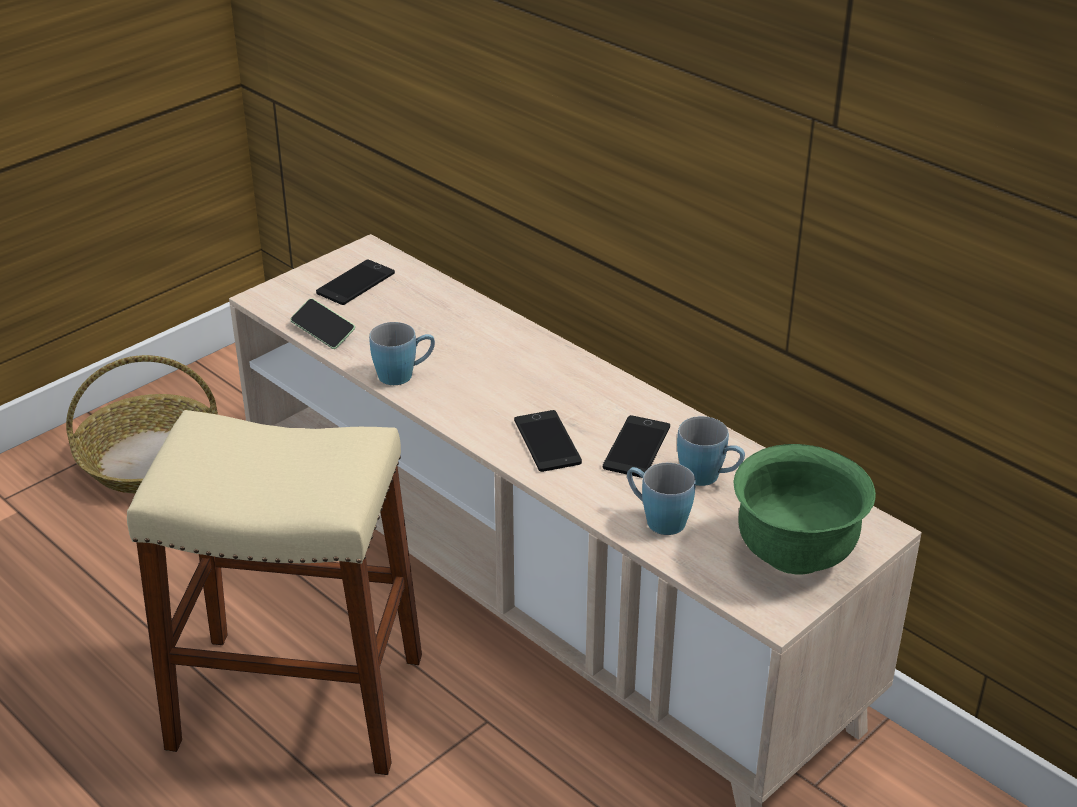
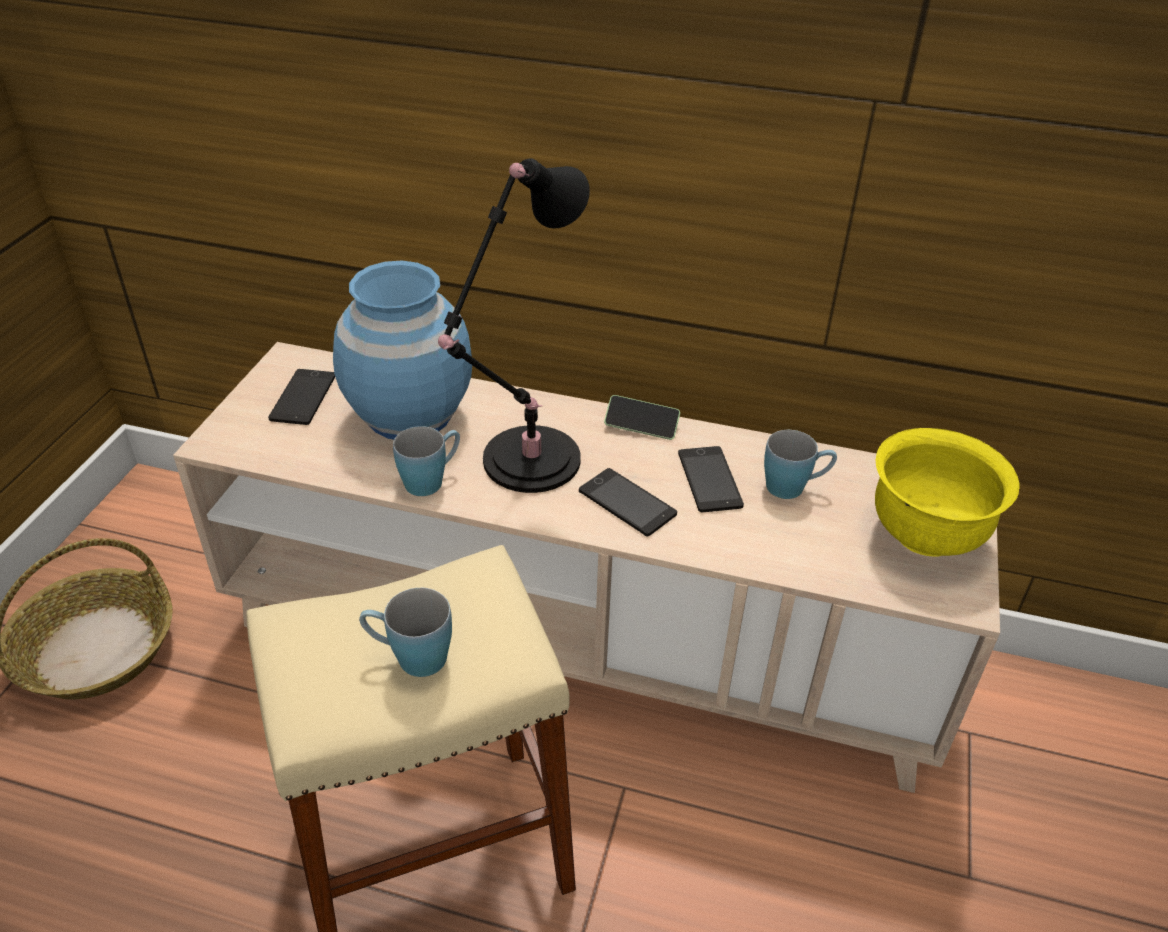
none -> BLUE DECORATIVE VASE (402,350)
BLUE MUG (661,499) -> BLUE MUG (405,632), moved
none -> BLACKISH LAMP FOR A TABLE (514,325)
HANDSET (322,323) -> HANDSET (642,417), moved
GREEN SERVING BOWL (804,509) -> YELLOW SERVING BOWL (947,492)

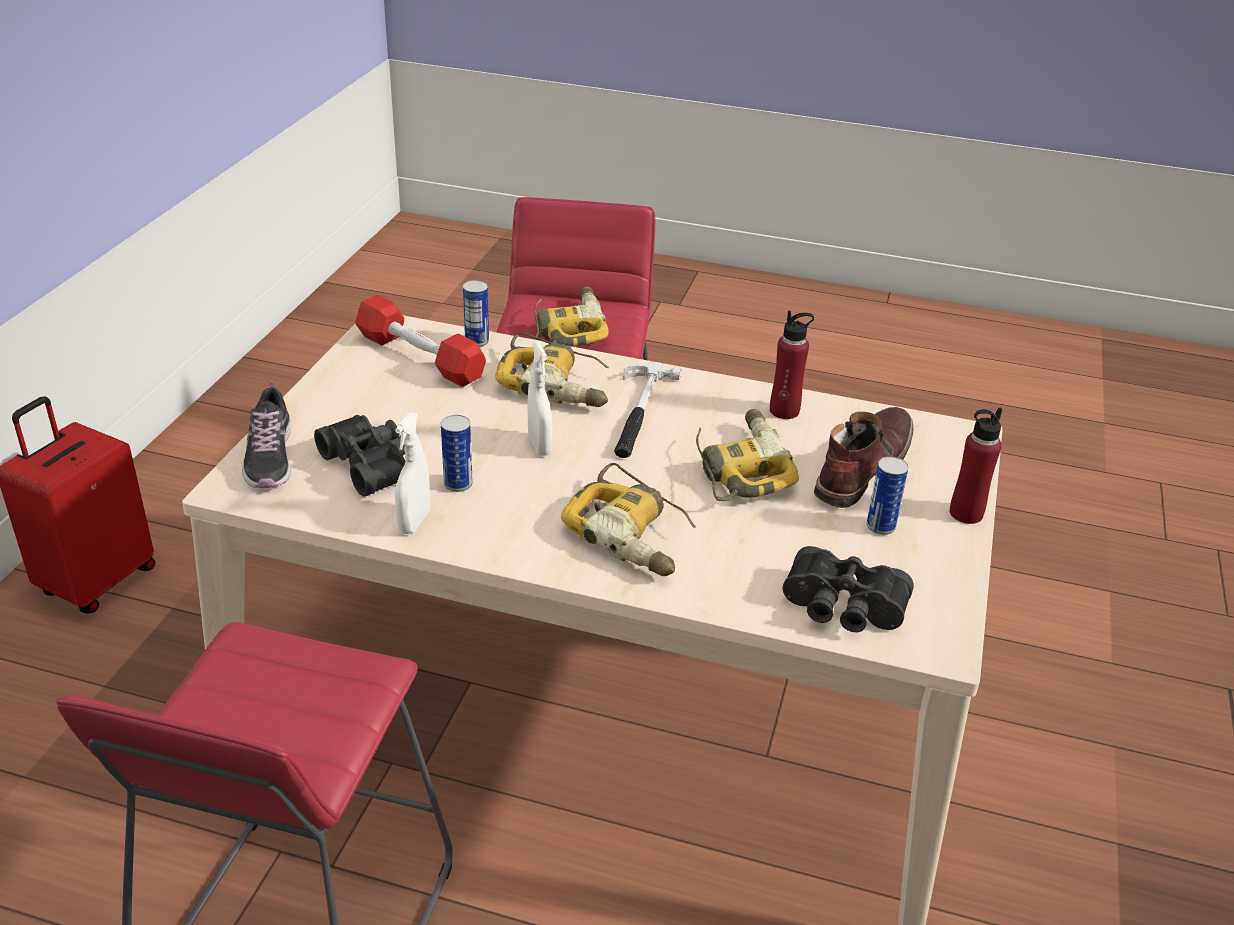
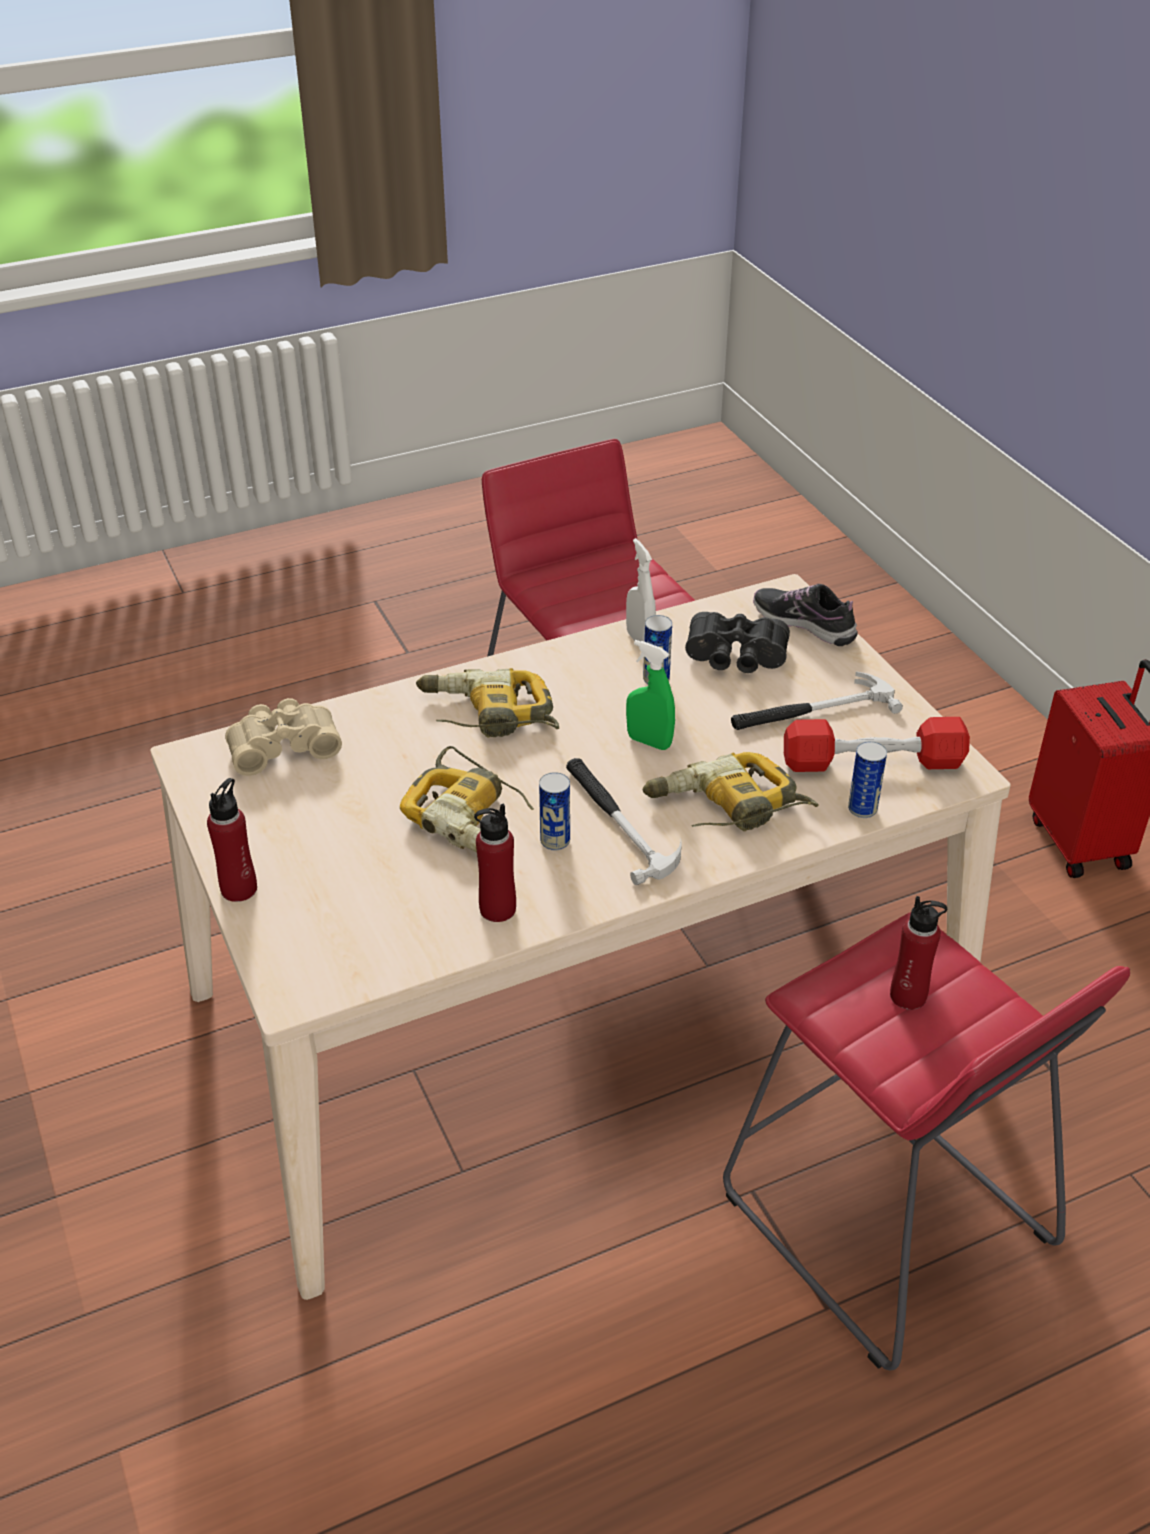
BLACKISH BINOCULARS (848,589) -> SAND-COLOURED BINOCULARS (283,737)
METAL CAN (887,495) -> METAL CAN (554,811), moved
WHITE-COLOURED HAND SPRAYER (540,399) -> GREEN HAND SPRAYER (650,695)
none -> HAND HAMMER (817,701)
DRILL (571,316) -> REDDISH BEVERAGE BOTTLE (918,953)
BROWN-COLOURED TALL BOOT (863,457) -> none

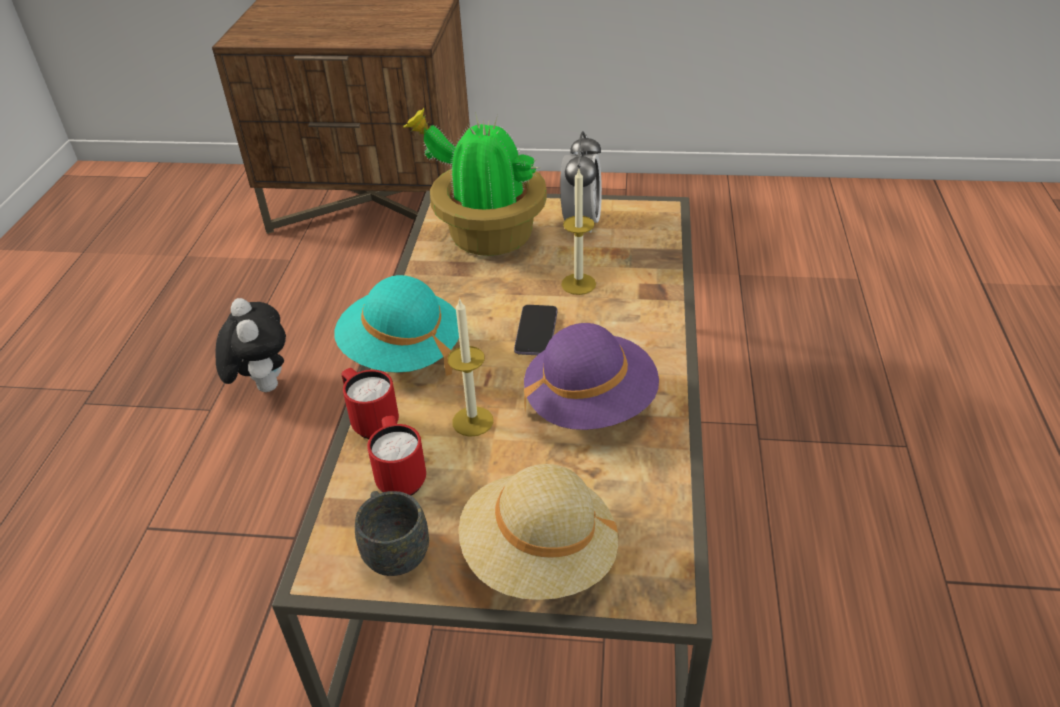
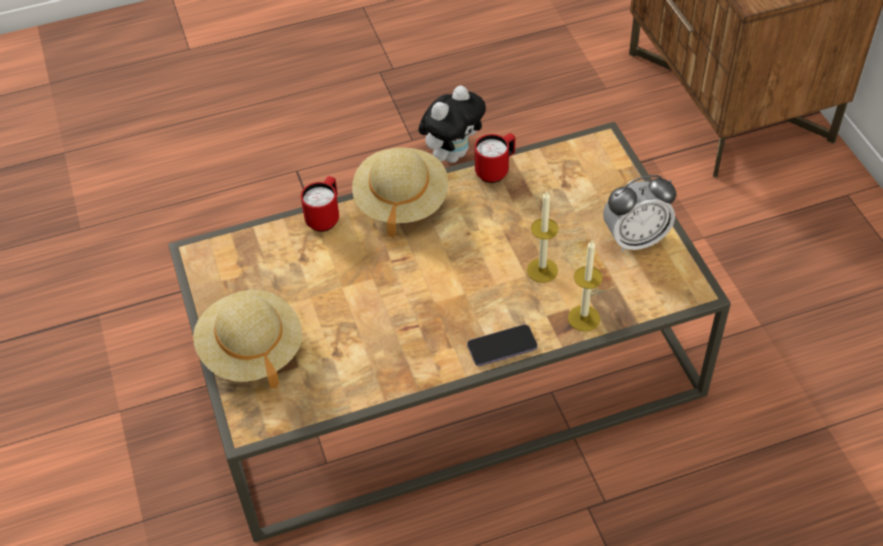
TURQUOISE WEARABLE HAT (396,325) -> SAND-COLOURED WEARABLE HAT (400,192)
HANDSET (535,330) -> HANDSET (502,345), moved
REDDISH MUG (396,456) -> REDDISH MUG (495,158), moved
WAX LIGHT (470,367) -> WAX LIGHT (585,286), moved
GREY MUG (392,533) -> none
HOUSEPLANT (475,182) -> none
PURPLISH WEARABLE HAT (591,376) -> none

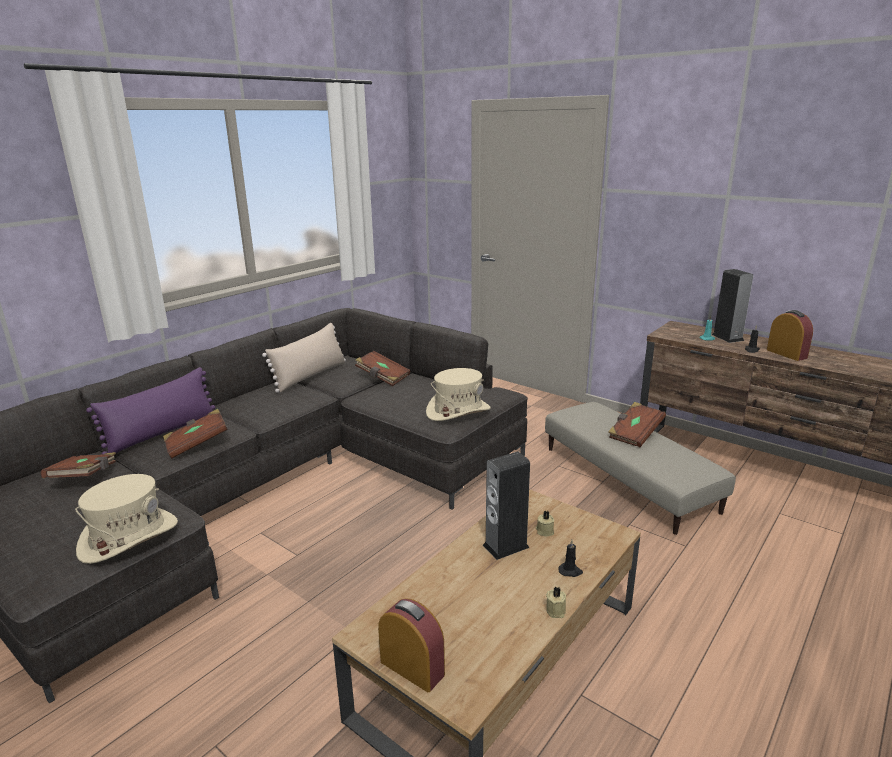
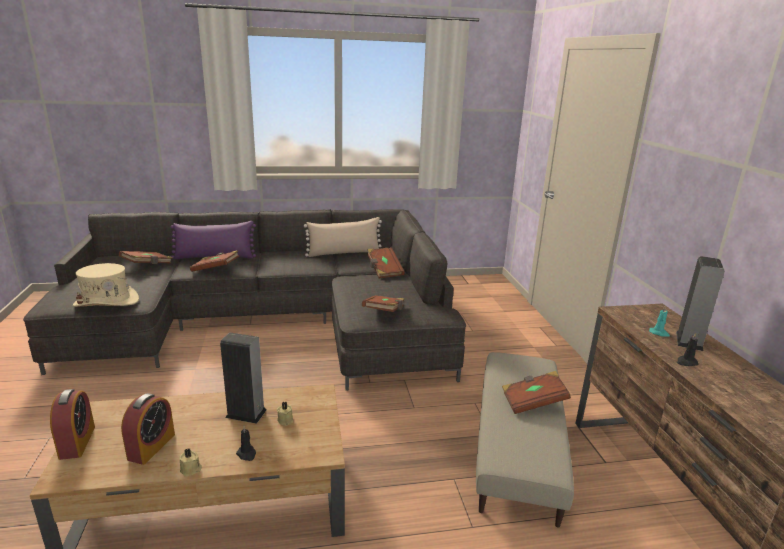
ALARM CLOCK (790,335) -> ALARM CLOCK (148,429), moved
SAND-COLOURED WEARABLE HAT (458,394) -> BROWN-COLOURED BOUND BOOK (383,303)

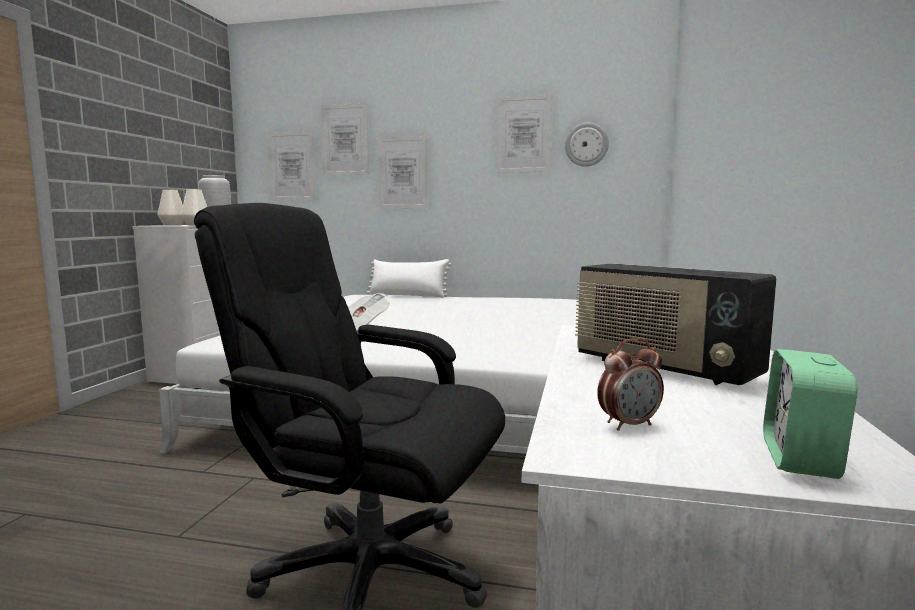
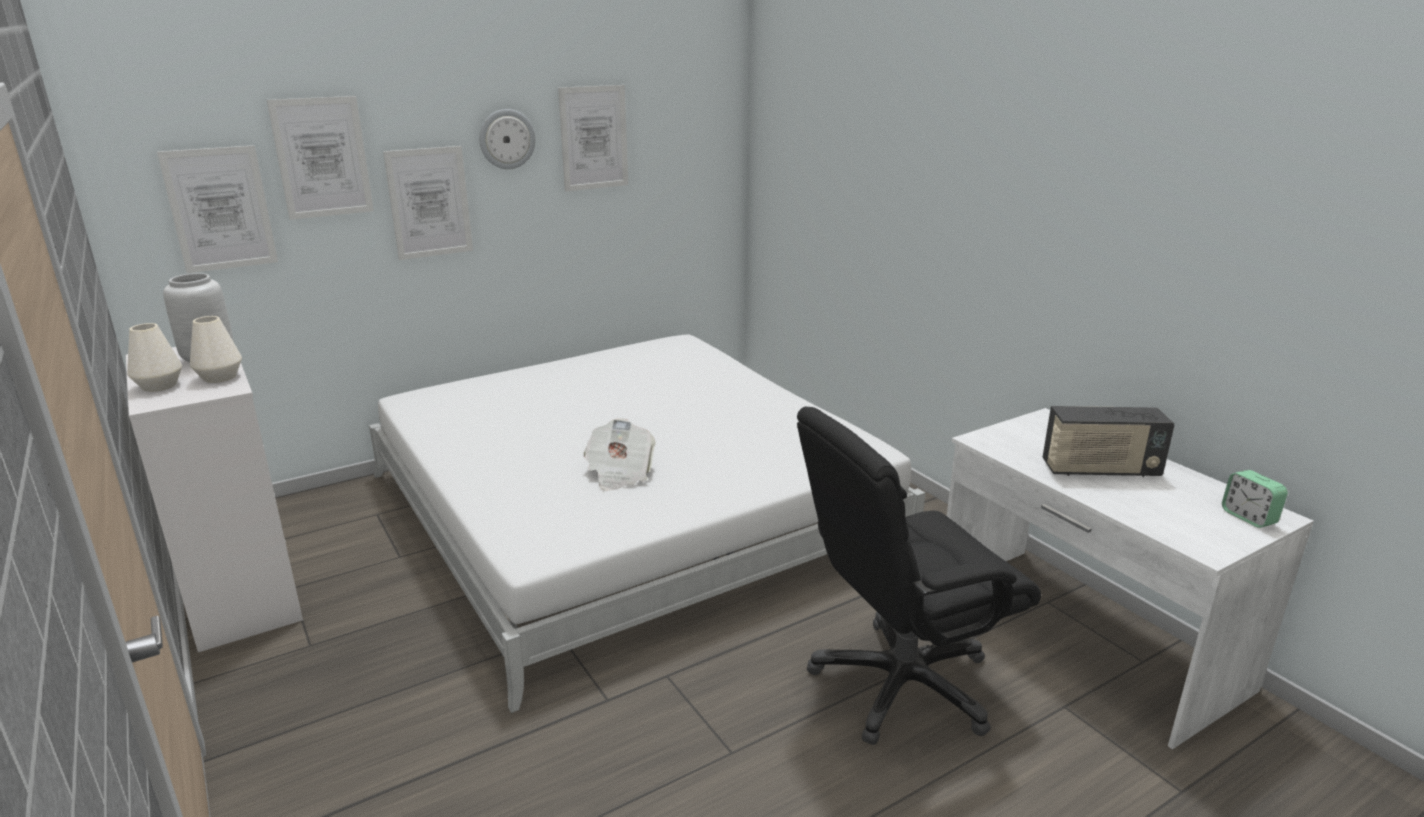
HANGING CLOCK (587,145) -> HANGING CLOCK (507,139), moved
WHITE-COLOURED THROW PILLOW (409,278) -> none
ALARM CLOCK (630,384) -> none

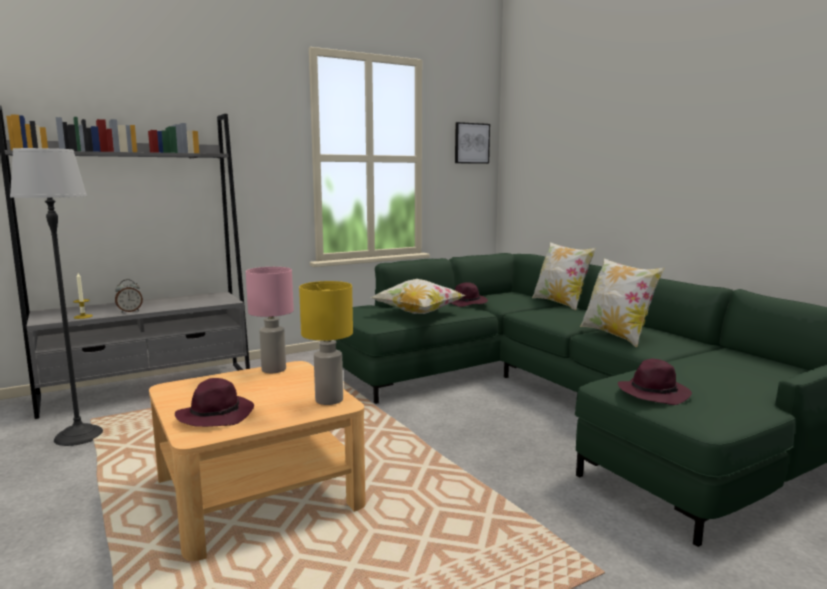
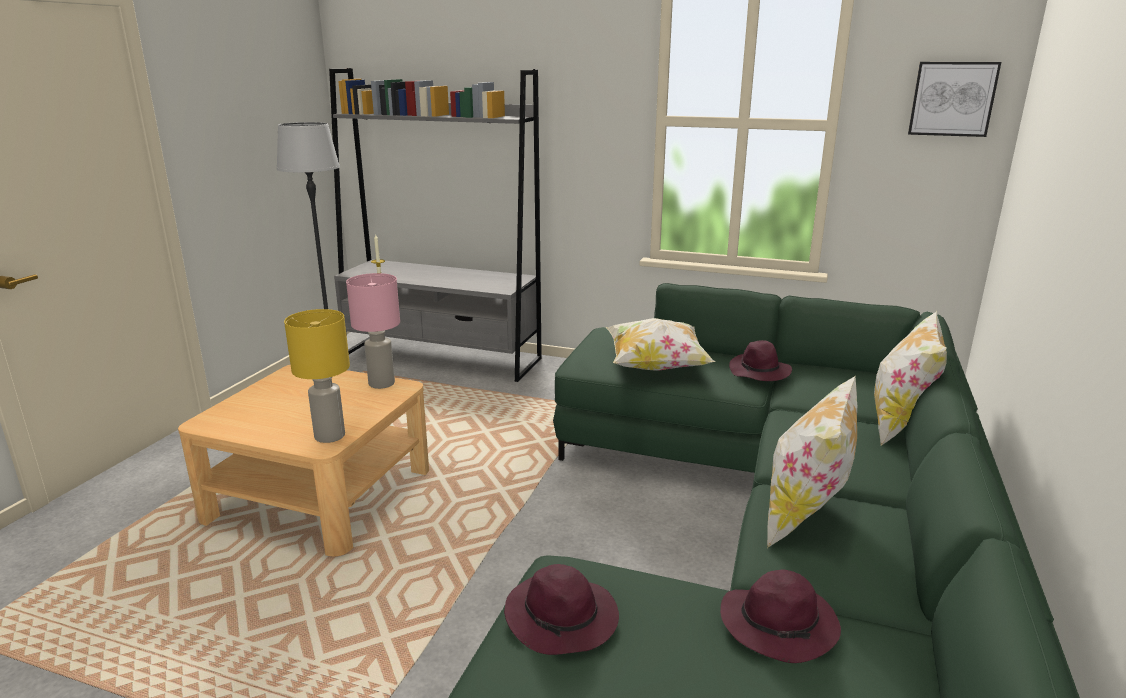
PURPLISH WEARABLE HAT (214,402) -> PURPLISH WEARABLE HAT (780,616), moved
ALARM CLOCK (129,296) -> none

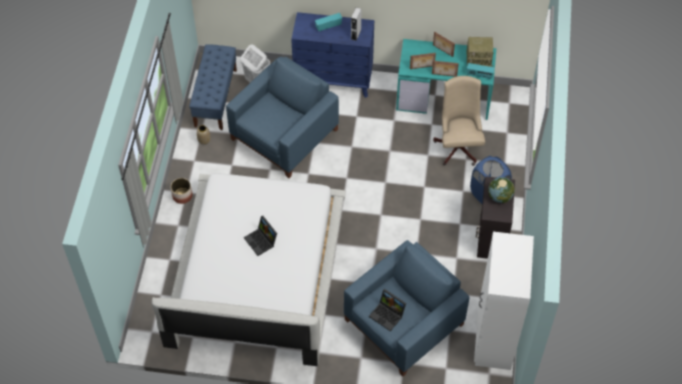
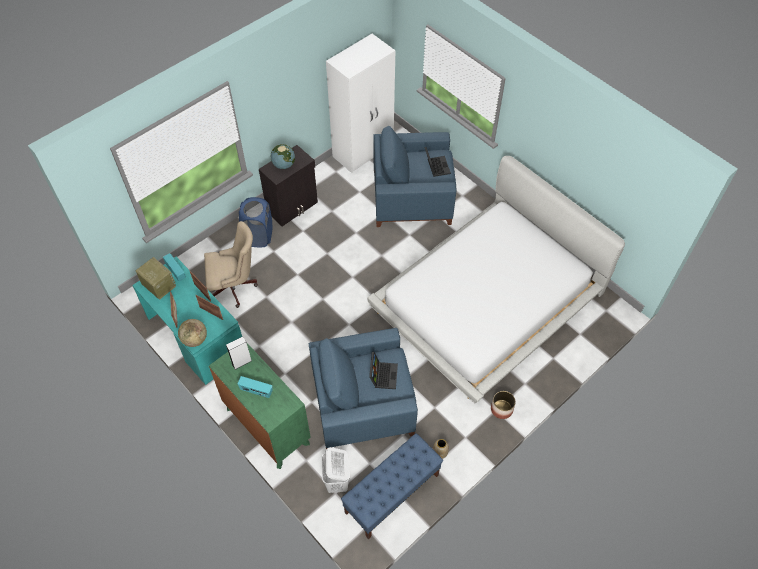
none -> DESK GLOBE (192,333)
SAND-COLOURED DESK CHAIR (459,121) -> SAND-COLOURED DESK CHAIR (231,264), 135 degrees counterclockwise
BLUE DRESSER (332,55) -> GREEN DRESSER (260,406)
NOTEBOOK COMPUTER (260,236) -> NOTEBOOK COMPUTER (383,370), moved

